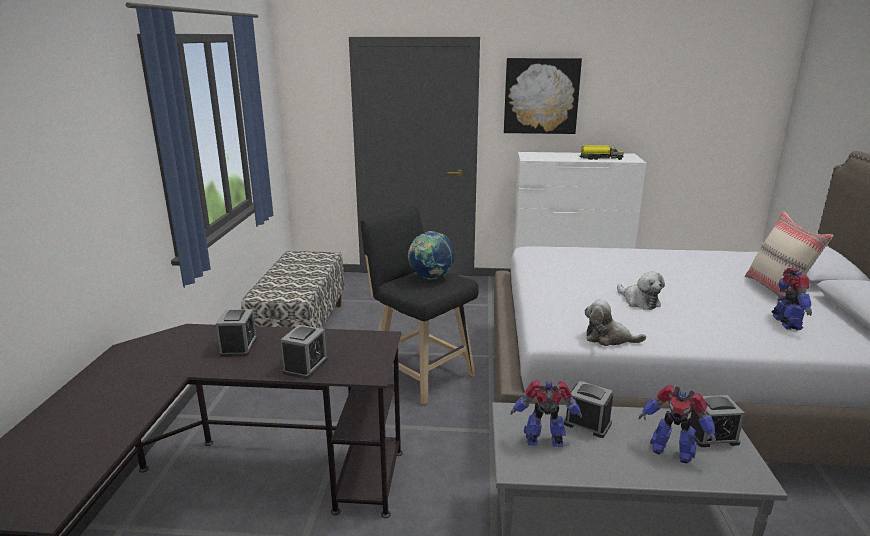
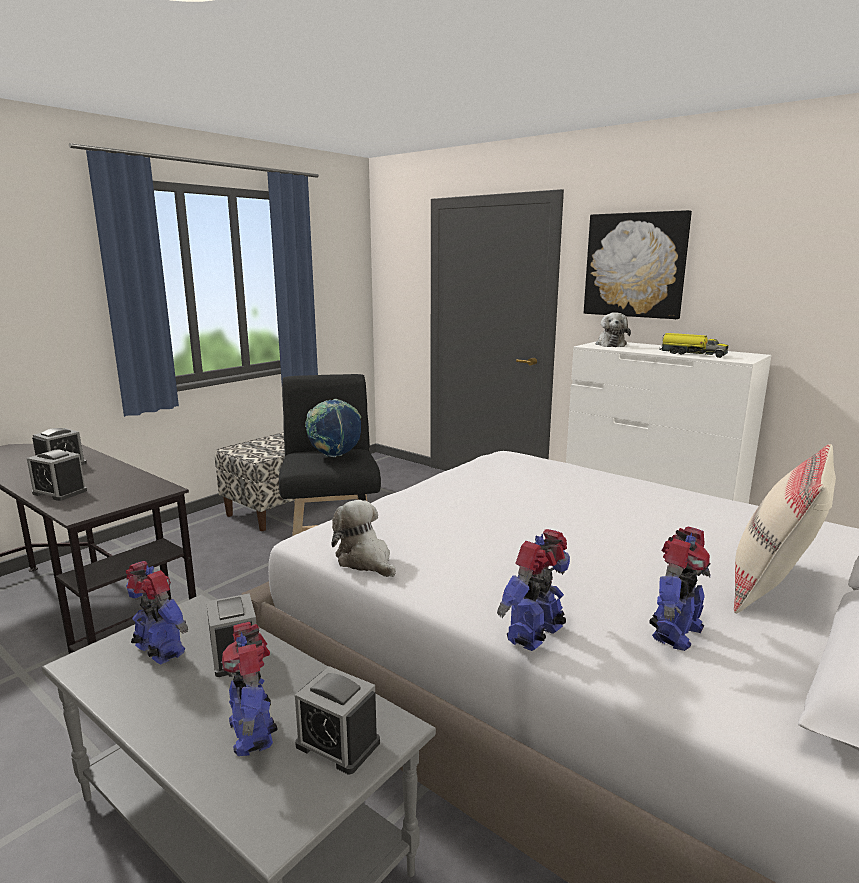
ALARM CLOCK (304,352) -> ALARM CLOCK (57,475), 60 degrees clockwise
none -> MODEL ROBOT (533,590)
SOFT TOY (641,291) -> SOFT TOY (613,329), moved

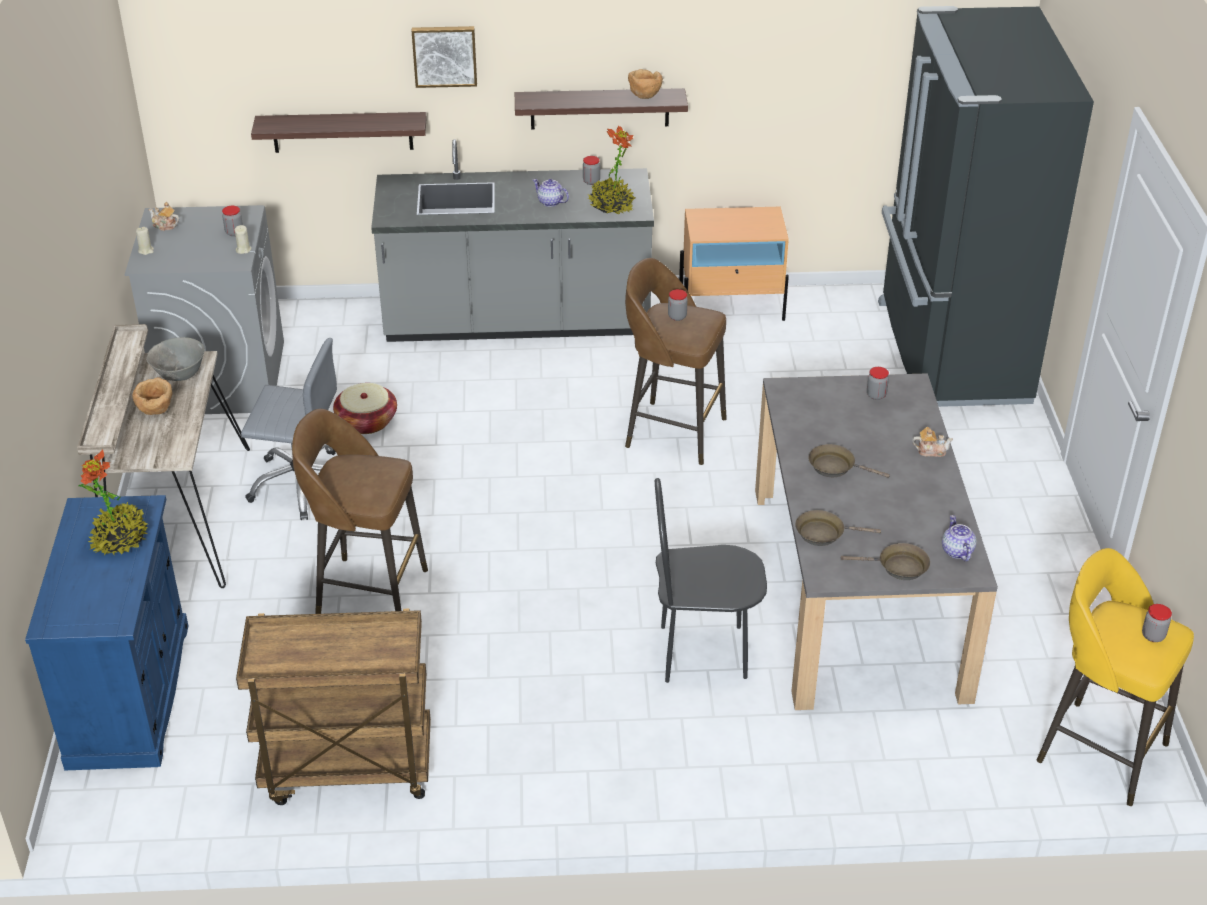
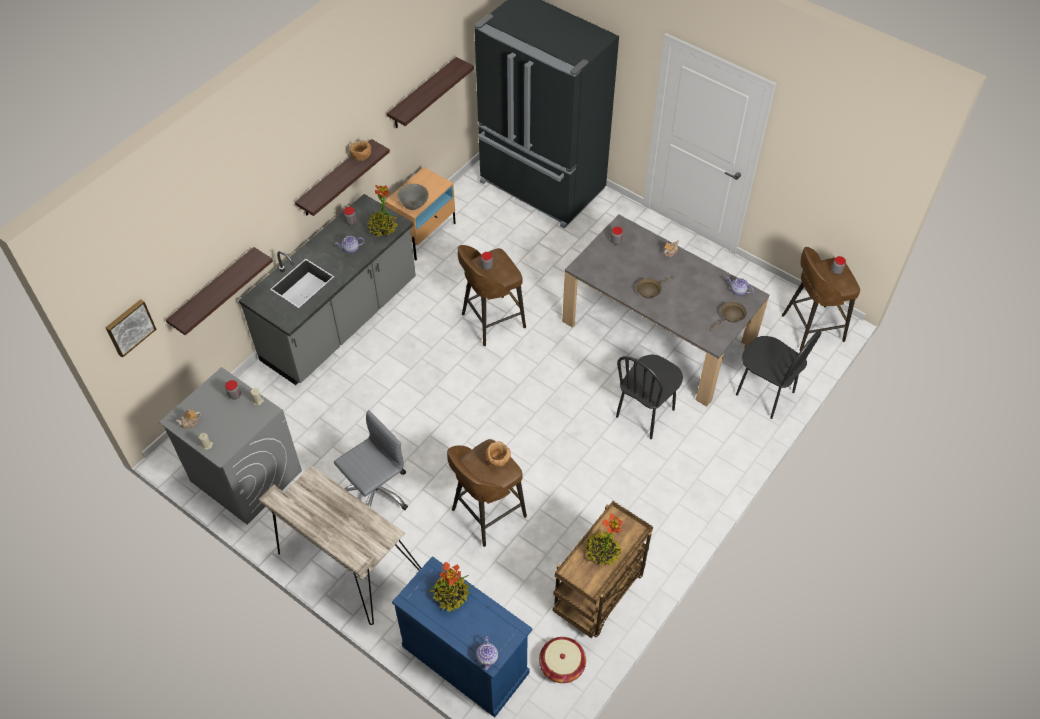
WALL ART (444,57) -> WALL ART (130,328), moved
none -> BRACKET SHELF (430,92)
GREY SERVING BOWL (175,359) -> GREY SERVING BOWL (413,197), moved
none -> POT FOR TEA (487,653)
BROWN-COLOURED SERVING BOWL (152,396) -> BROWN-COLOURED SERVING BOWL (498,454), moved
STORAGE BASKET (365,408) -> STORAGE BASKET (562,660), moved
none -> HOUSEPLANT (604,540)
none -> BLACKISH CHAIR (779,374)
YELLOW STOOL SEAT (1115,677) -> BROWN-COLOURED STOOL SEAT (821,299)
BROWN-COLOURED SKILLET (838,528) -> none

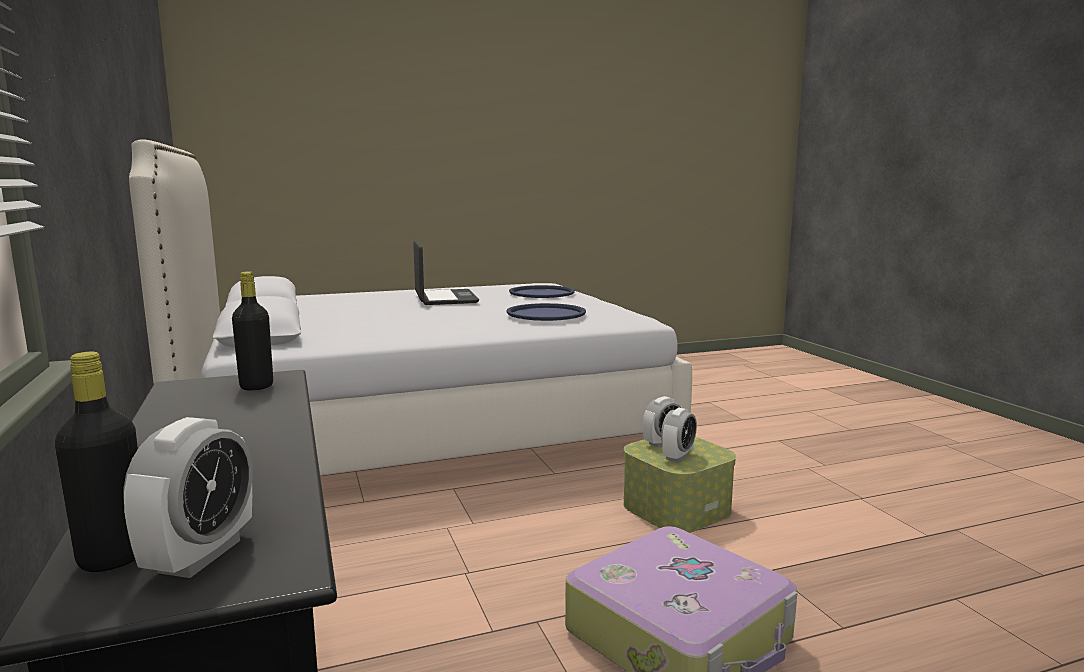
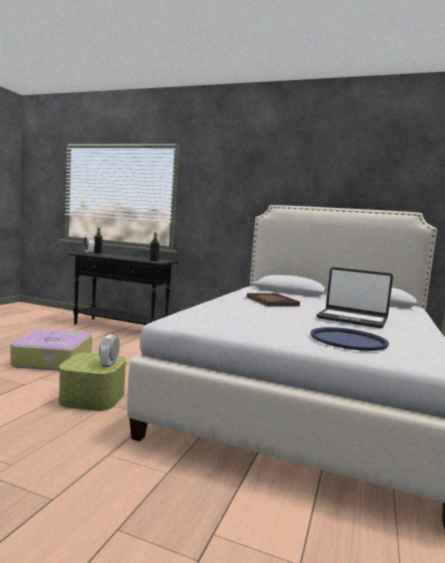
none -> BROWN-COLOURED CARRYING TRAY (273,299)
BLUE CARRYING TRAY (546,312) -> none
ALARM CLOCK (679,435) -> none

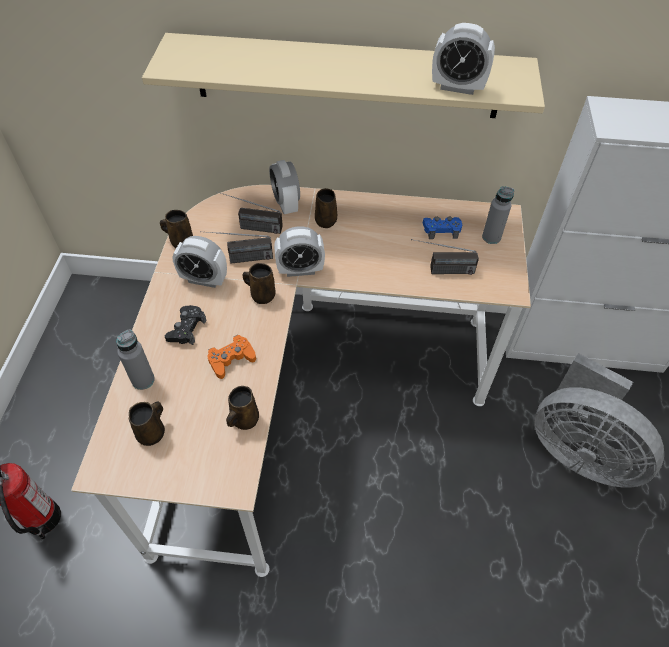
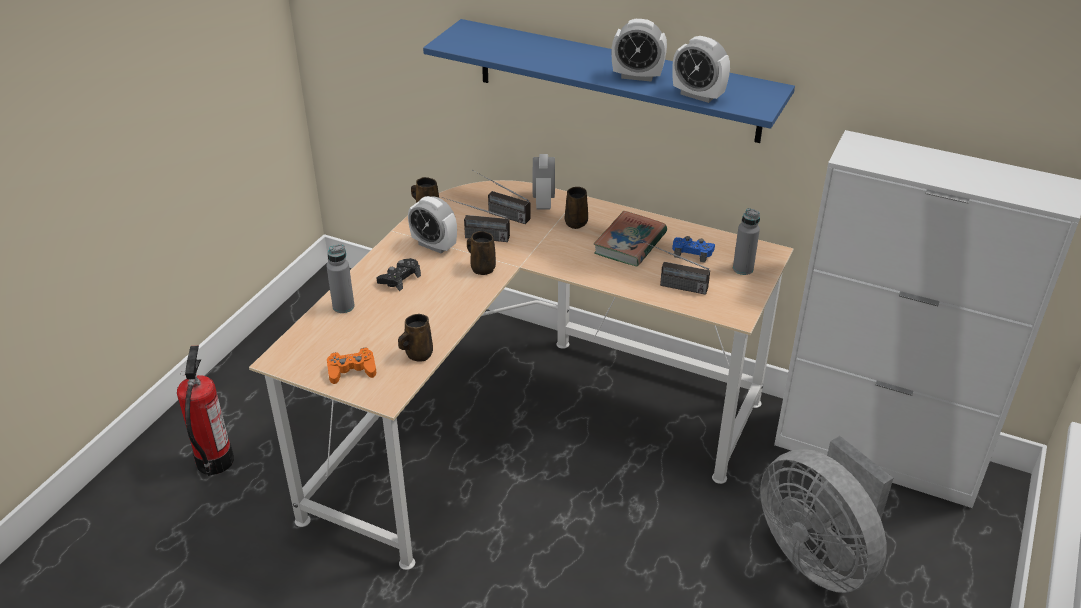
ORANGE-COLOURED GAME CONTROLLER (232,357) -> ORANGE-COLOURED GAME CONTROLLER (351,366), moved
SAND-COLOURED BRACKET SHELF (343,75) -> BLUE BRACKET SHELF (609,81)
none -> BOUND BOOK (630,238)
ALARM CLOCK (299,251) -> ALARM CLOCK (639,50), moved
BROWN-COLOURED MUG (147,424) -> none

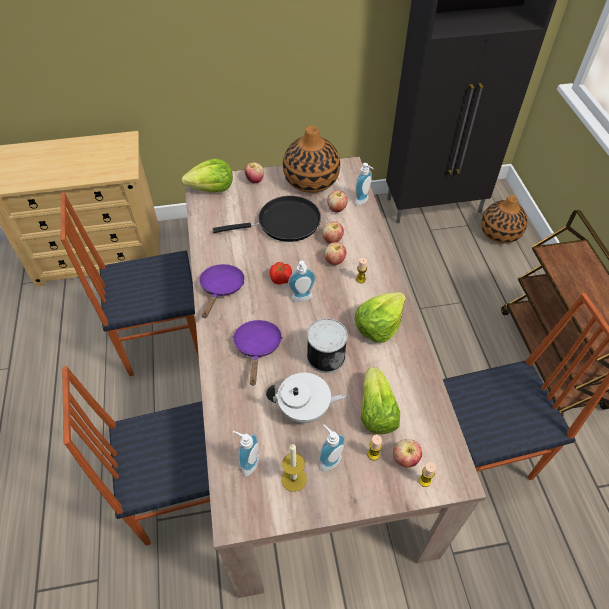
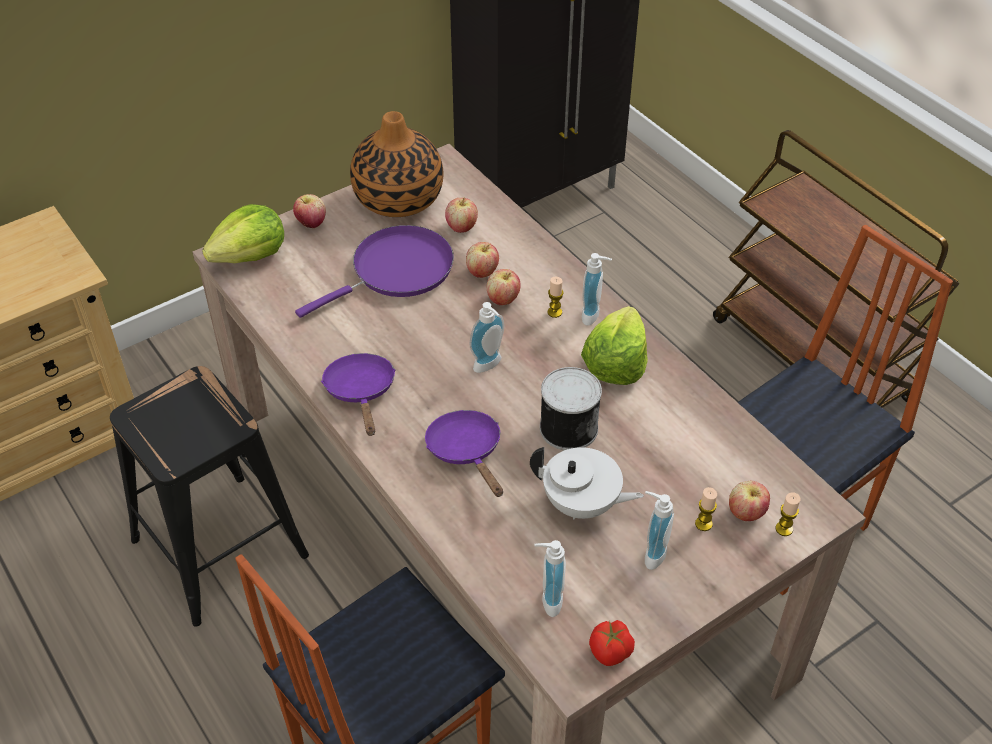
CHAIR (130,284) -> BLACKISH STOOL SEAT (209,496)
BLACKISH SKILLET (267,219) -> PURPLISH SKILLET (374,271)
WHITE-COLOURED POT FOR TEA (306,398) -> WHITE-COLOURED POT FOR TEA (587,483), 45 degrees clockwise
SOAP DISPENSER (364,184) -> SOAP DISPENSER (597,289), moved
TOMATO (281,273) -> TOMATO (612,643), moved
WAX LIGHT (294,468) -> none
HEAD OF LETTUCE (380,400) -> none
DECORATIVE VASE (504,219) -> none

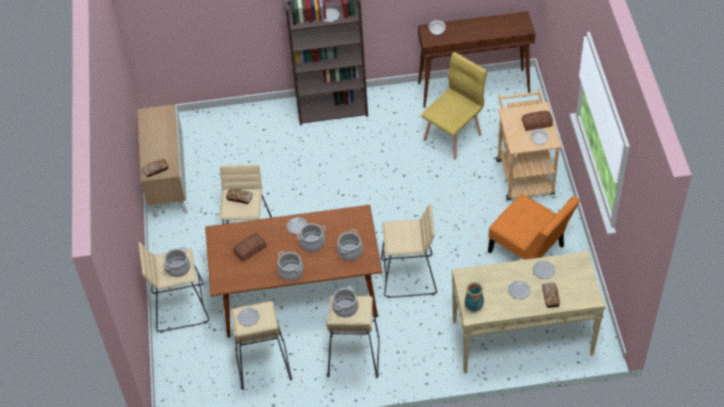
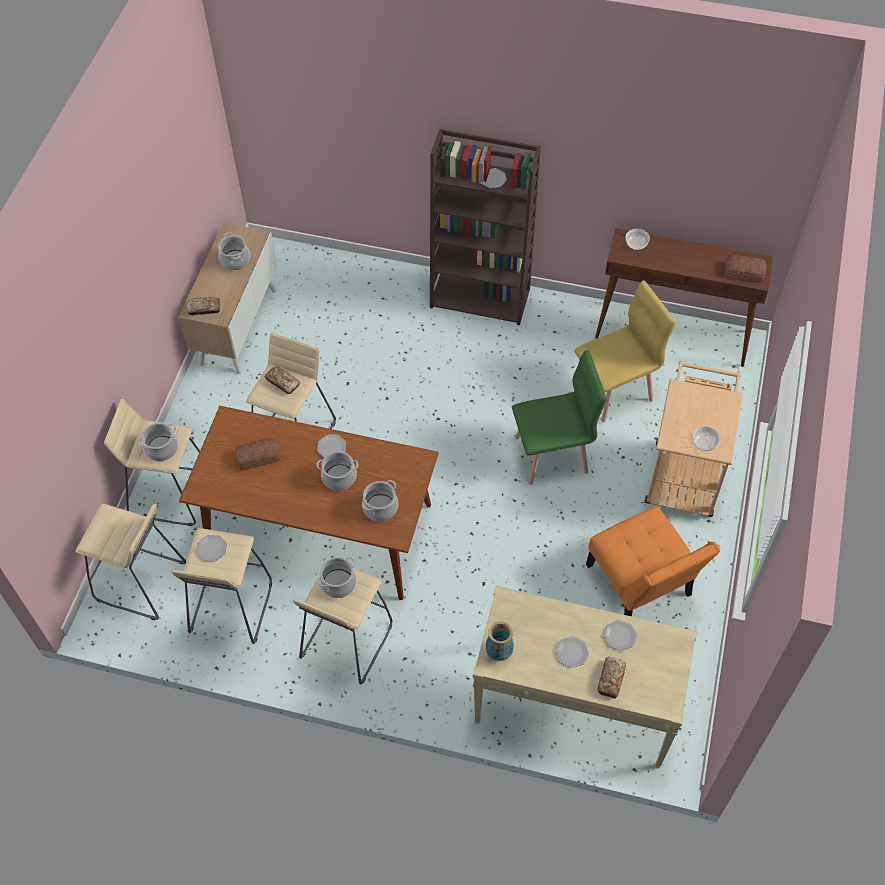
SAND-COLOURED STOOL SEAT (409,250) -> SAND-COLOURED STOOL SEAT (131,562), moved
COOKING POT (290,266) -> COOKING POT (234,251), moved
none -> GREEN CHAIR (559,417)
BREAD (537,121) -> BREAD (745,268), moved

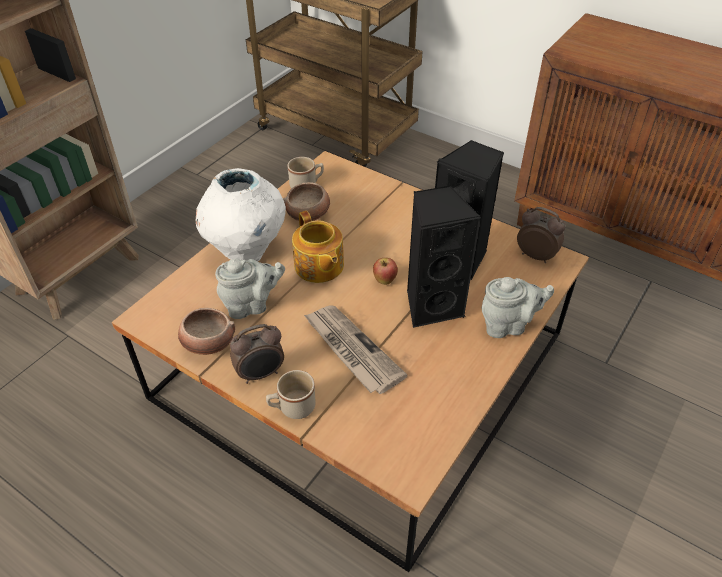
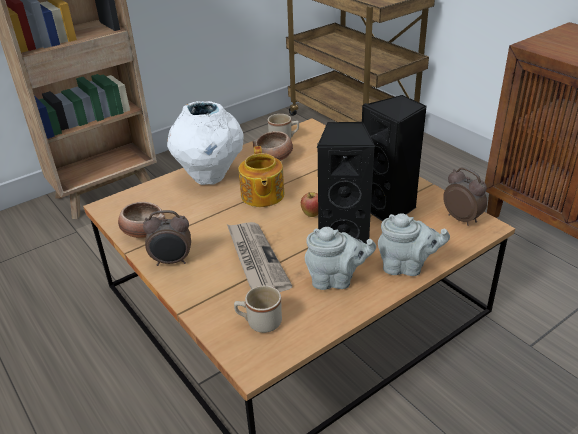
SAND-COLOURED MUG (291,394) -> SAND-COLOURED MUG (258,309), moved
GREY POT FOR TEA (250,288) -> GREY POT FOR TEA (340,258), moved

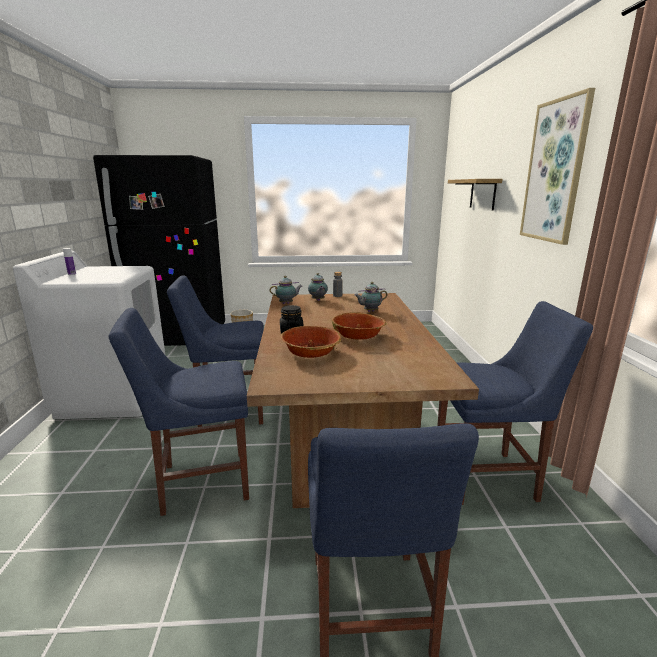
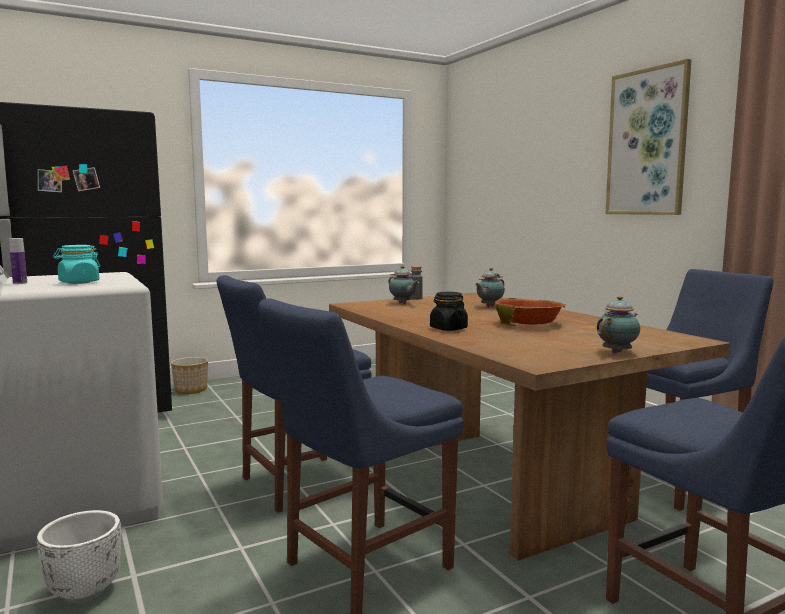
none -> WHITE-COLOURED PLANTER (79,556)
none -> TURQUOISE PRESERVE JAR (76,264)
POT FOR TEA (285,290) -> POT FOR TEA (618,325), moved
SERVING BOWL (310,342) -> none
BRACKET SHELF (475,194) -> none

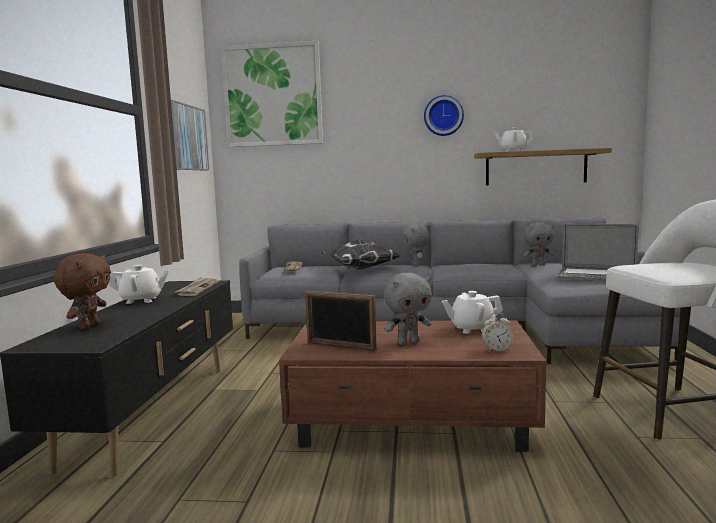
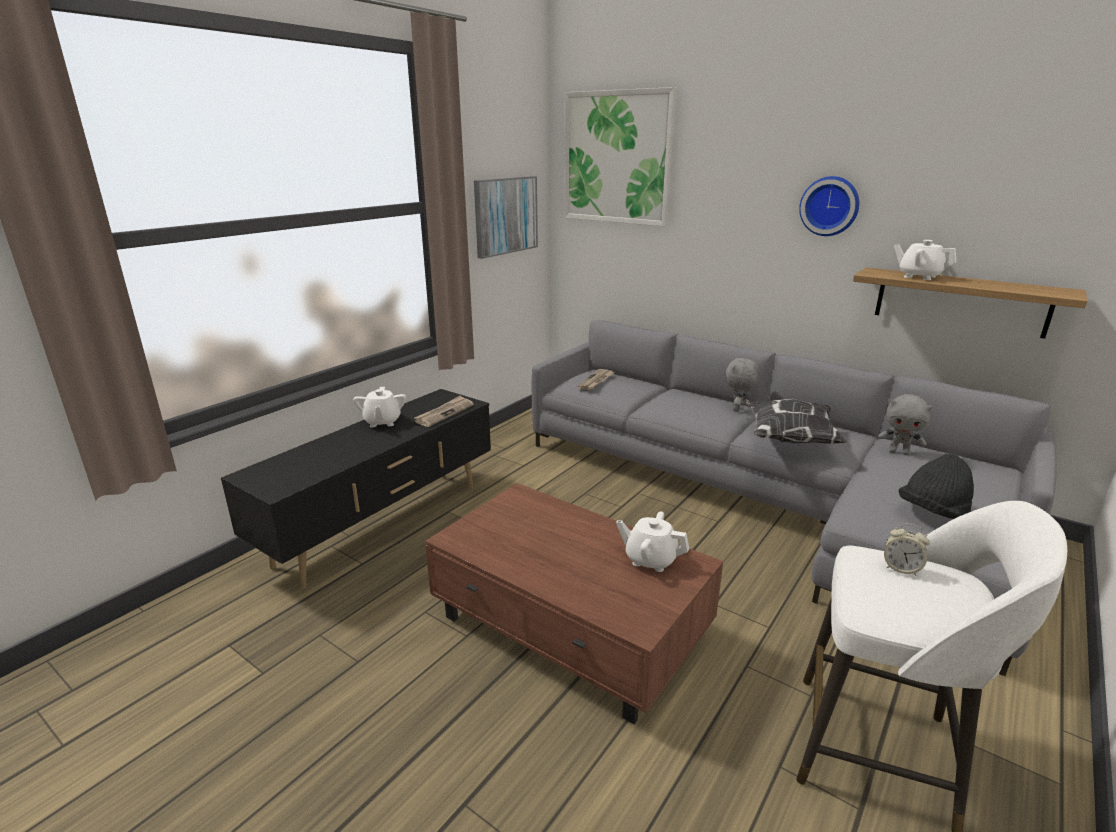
WHITE-COLOURED POT FOR TEA (139,284) -> WHITE-COLOURED POT FOR TEA (379,407), 60 degrees clockwise
THROW PILLOW (361,254) -> THROW PILLOW (795,421), moved
ALARM CLOCK (498,332) -> ALARM CLOCK (907,550), moved
NOTEBOOK COMPUTER (598,252) -> BLACKISH WEARABLE HAT (936,486)
BROWN-COLOURED SOFT TOY (82,291) -> none
STANDING FRAME (341,321) -> none
GREY SOFT TOY (408,309) -> none

